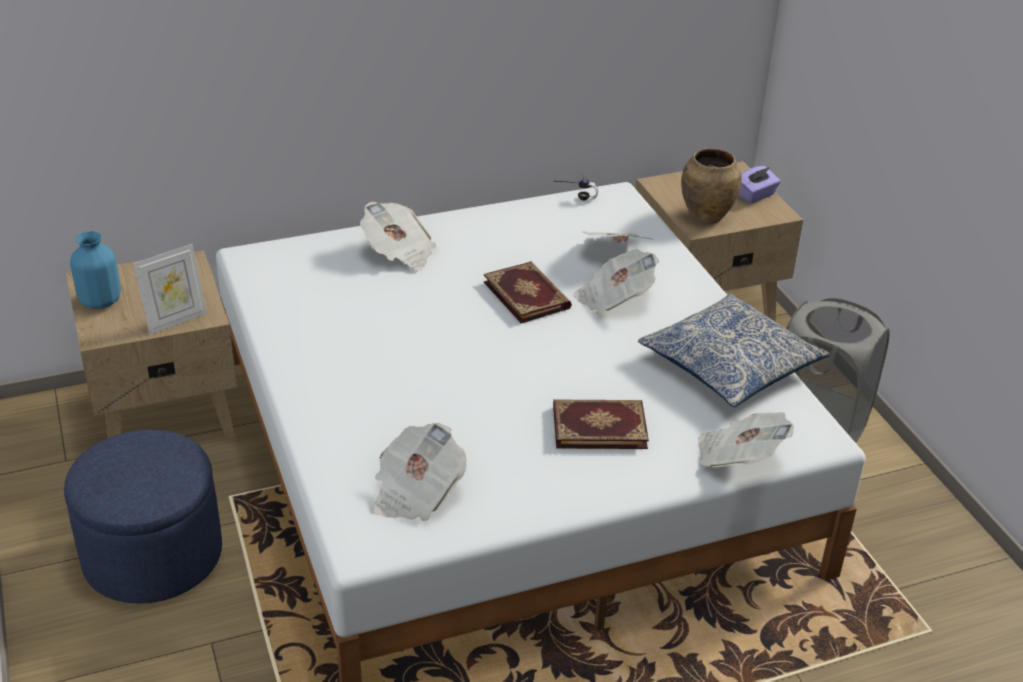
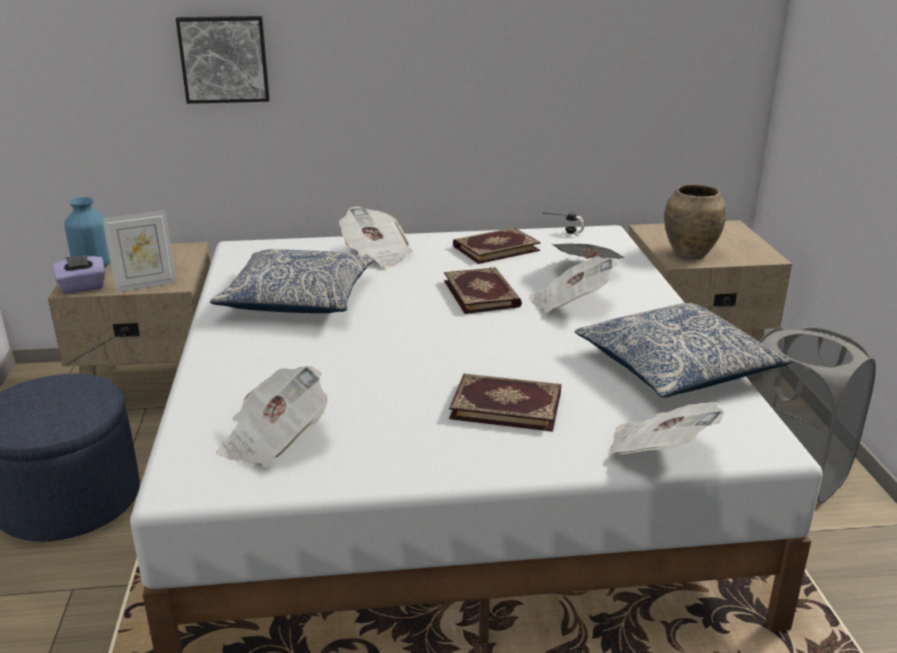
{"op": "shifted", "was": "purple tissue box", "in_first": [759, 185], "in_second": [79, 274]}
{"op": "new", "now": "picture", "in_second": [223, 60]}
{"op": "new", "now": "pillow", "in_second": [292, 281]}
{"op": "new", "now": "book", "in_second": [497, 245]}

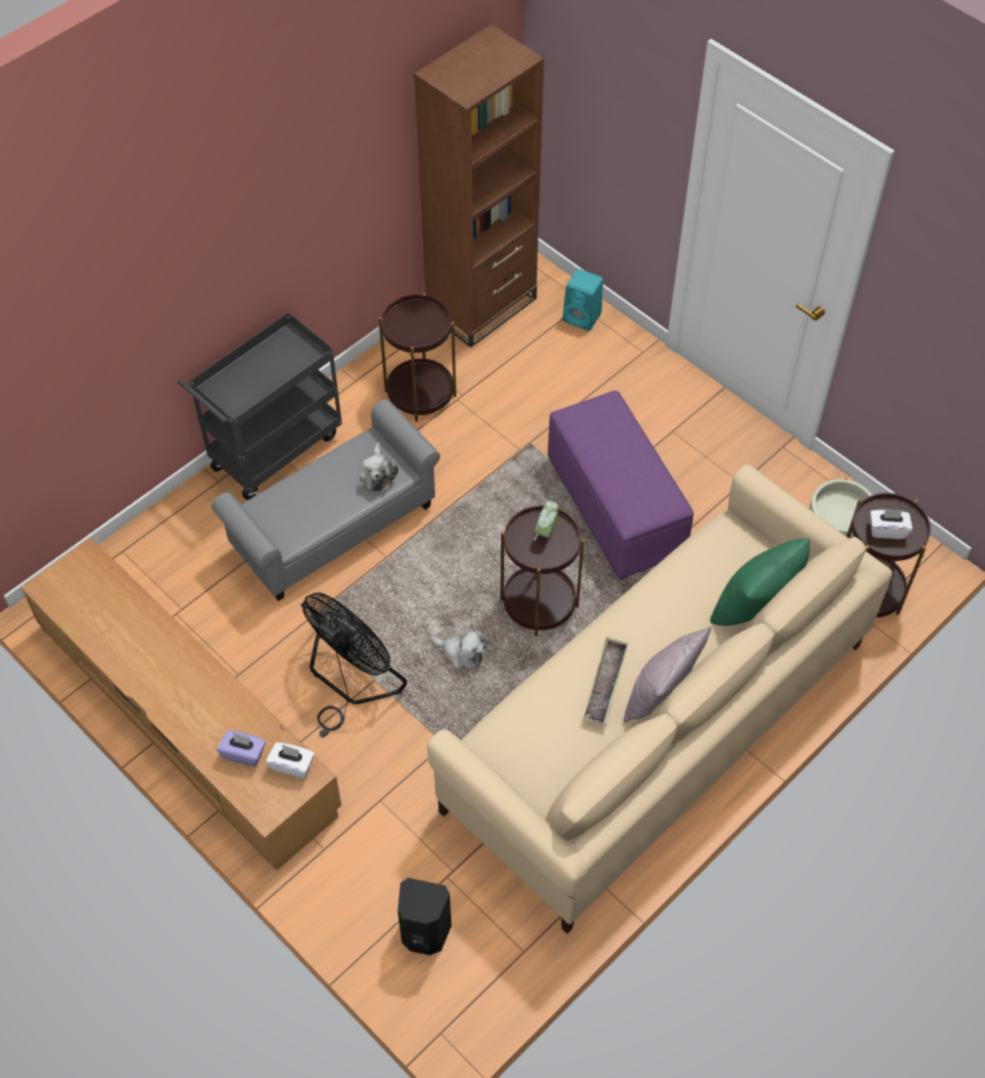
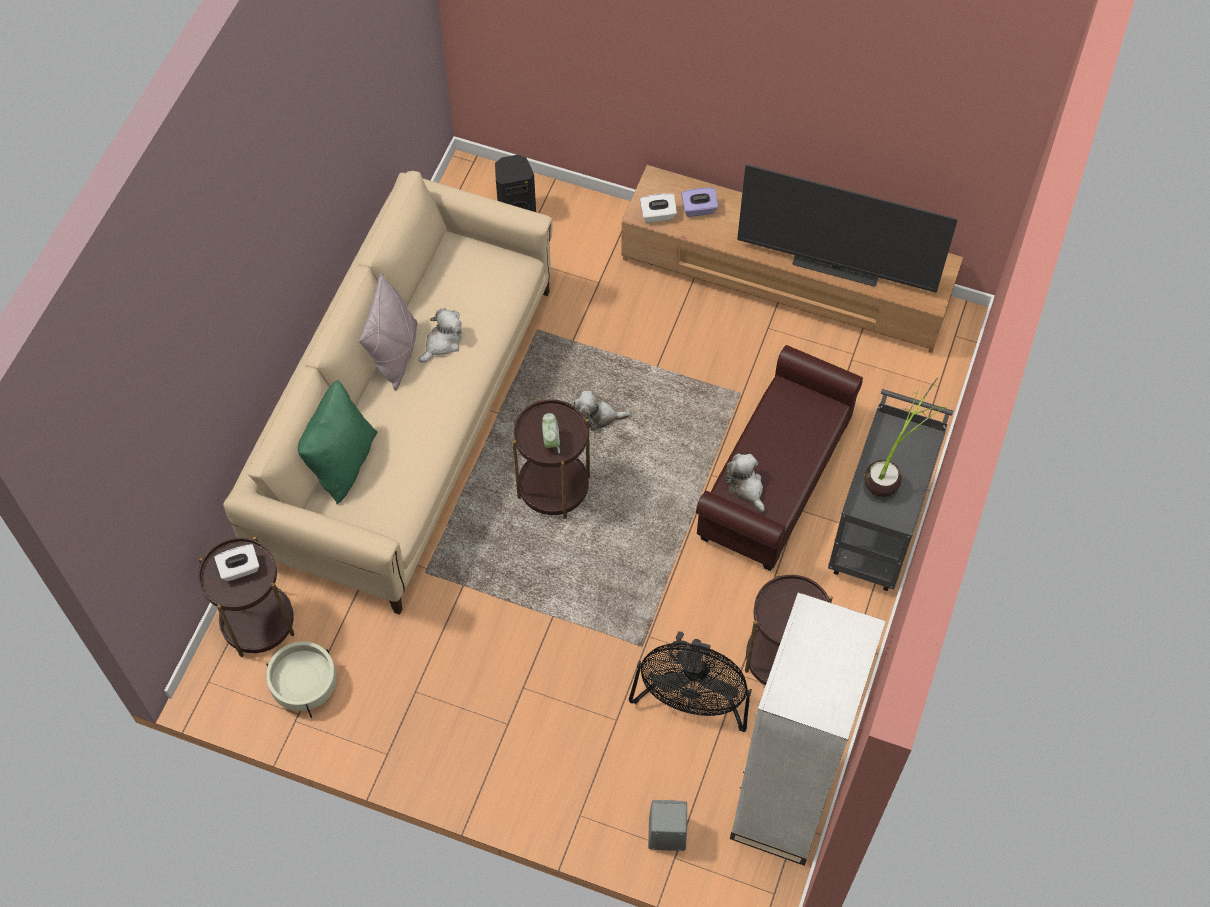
{"op": "repainted", "was": "grey ottoman", "now": "brown ottoman", "in_first": [326, 500], "in_second": [779, 458]}
{"op": "shifted", "was": "black fan", "in_first": [354, 665], "in_second": [690, 681]}
{"op": "repainted", "was": "brown bookcase", "now": "white bookcase", "in_first": [479, 186], "in_second": [808, 729]}
{"op": "gone", "was": "purple ottoman", "in_first": [621, 485]}
{"op": "repainted", "was": "turquoise speaker", "now": "grey speaker", "in_first": [583, 300], "in_second": [667, 825]}
{"op": "swapped", "was": "tray", "now": "plush toy", "in_first": [606, 680], "in_second": [440, 335]}
{"op": "new", "now": "television", "in_second": [847, 228]}
{"op": "new", "now": "potted plant", "in_second": [904, 440]}

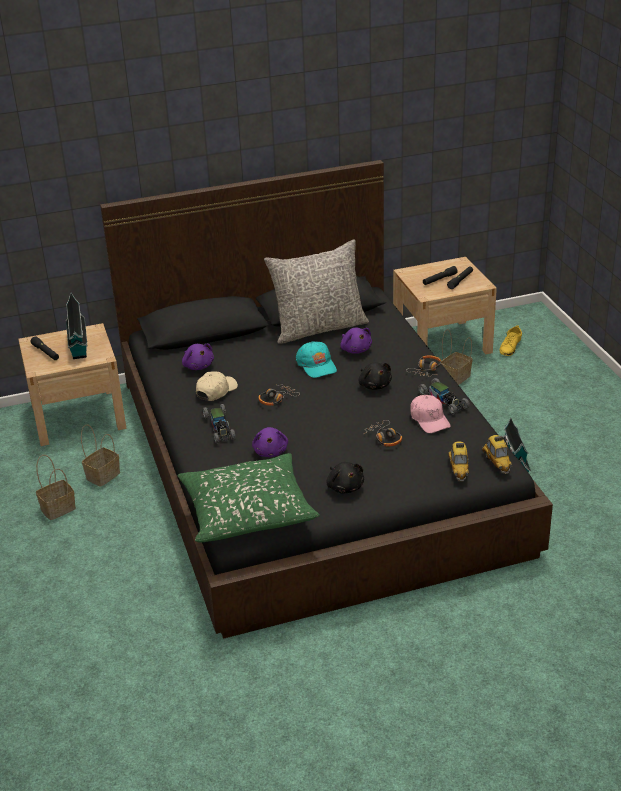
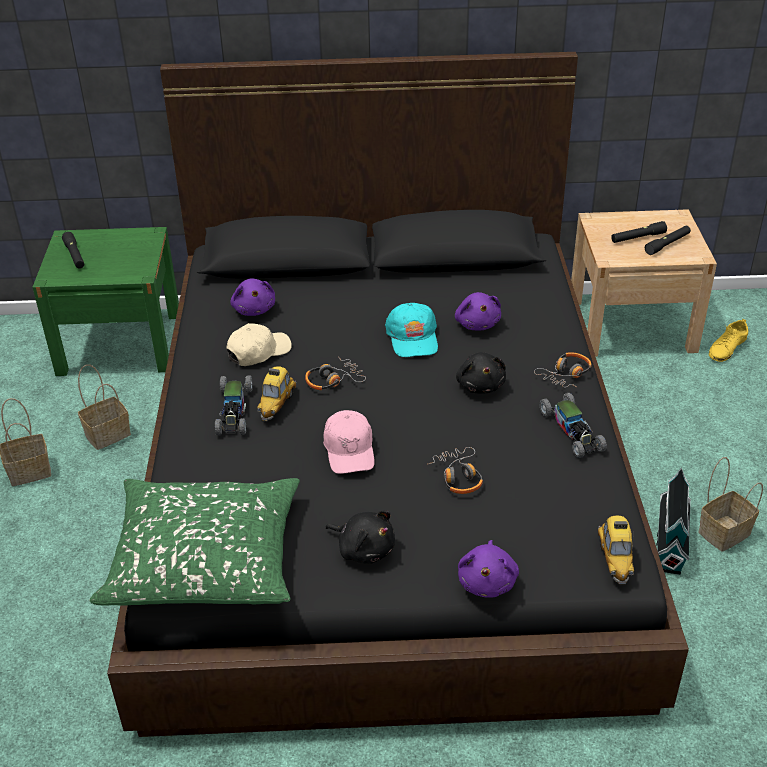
{"op": "repainted", "was": "beige nightstand", "now": "green nightstand", "in_first": [72, 384], "in_second": [105, 301]}
{"op": "gone", "was": "toy house", "in_first": [77, 325]}
{"op": "shifted", "was": "purple plush toy", "in_first": [270, 442], "in_second": [488, 569]}
{"op": "gone", "was": "grey pillow", "in_first": [316, 291]}
{"op": "rotated", "was": "black plush toy", "in_first": [345, 478], "in_second": [360, 537], "clockwise": -45}
{"op": "shifted", "was": "pink cap", "in_first": [430, 414], "in_second": [349, 442]}
{"op": "shifted", "was": "basket", "in_first": [456, 357], "in_second": [730, 504]}
{"op": "shifted", "was": "toy car", "in_first": [459, 461], "in_second": [277, 393]}

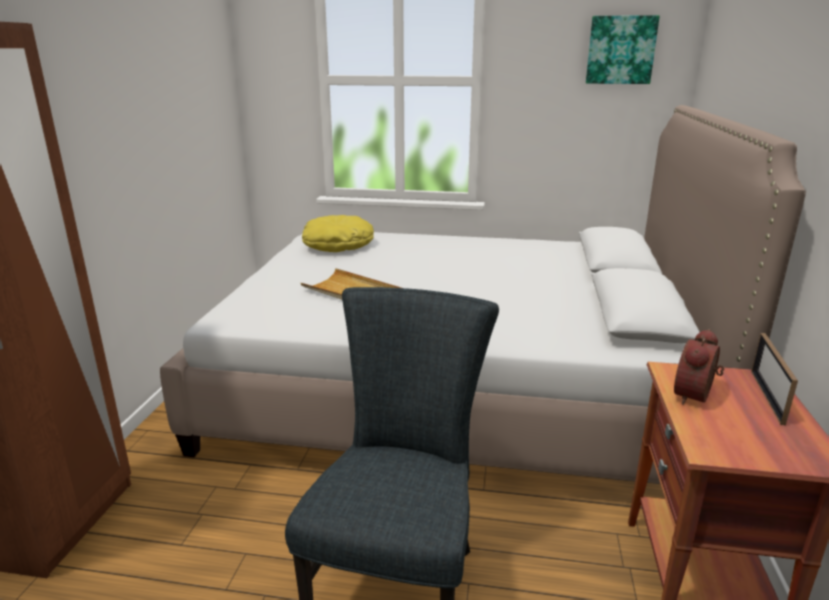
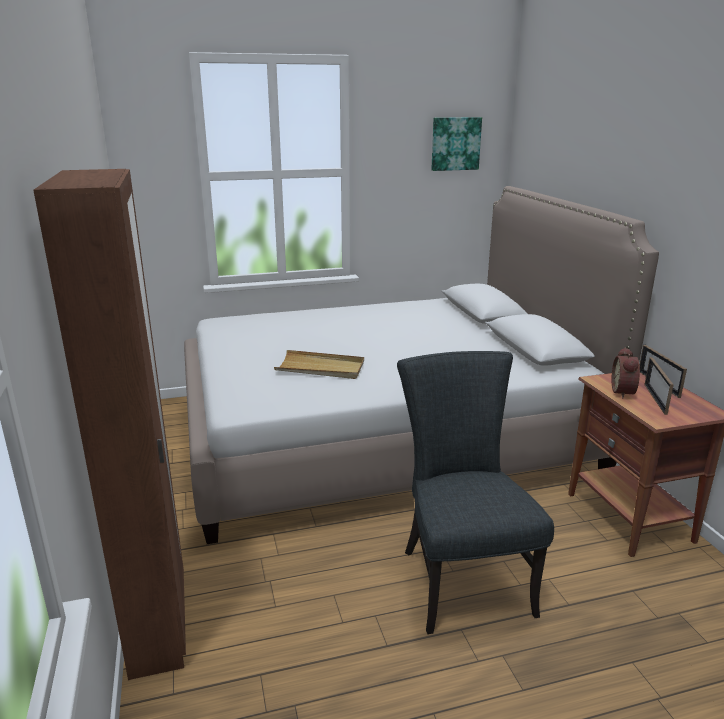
{"op": "gone", "was": "yellow pillow", "in_first": [338, 233]}
{"op": "new", "now": "picture frame", "in_second": [659, 386]}

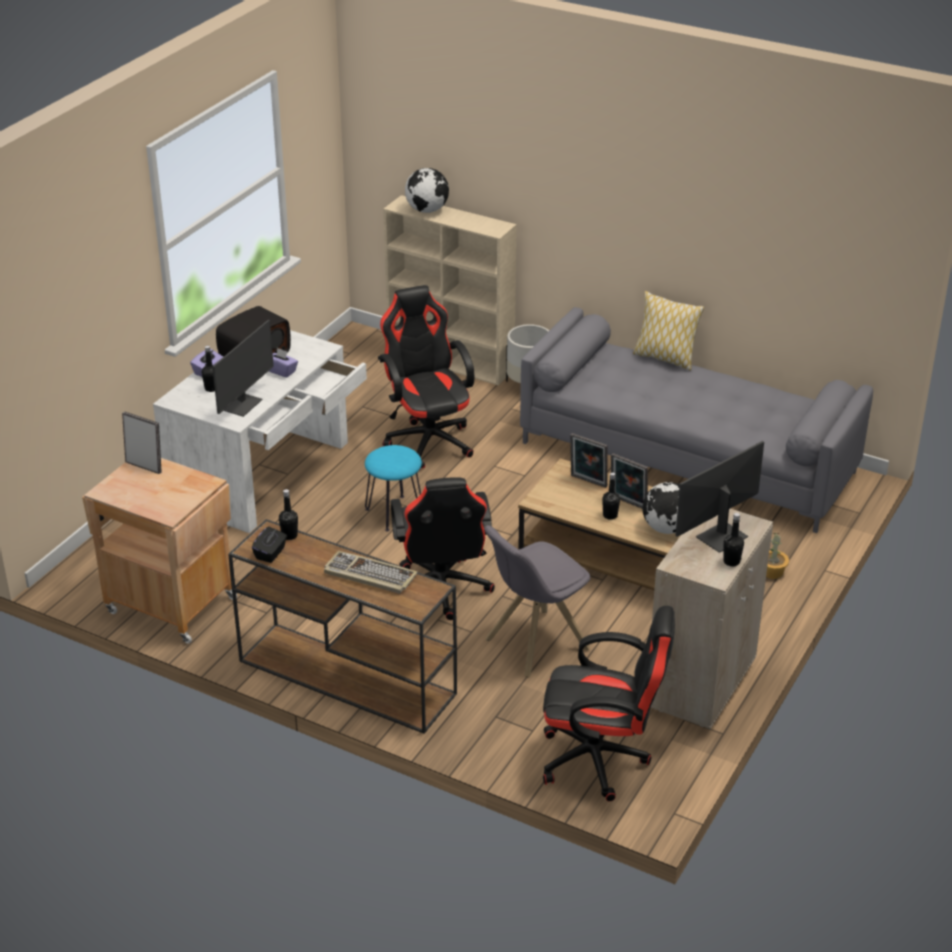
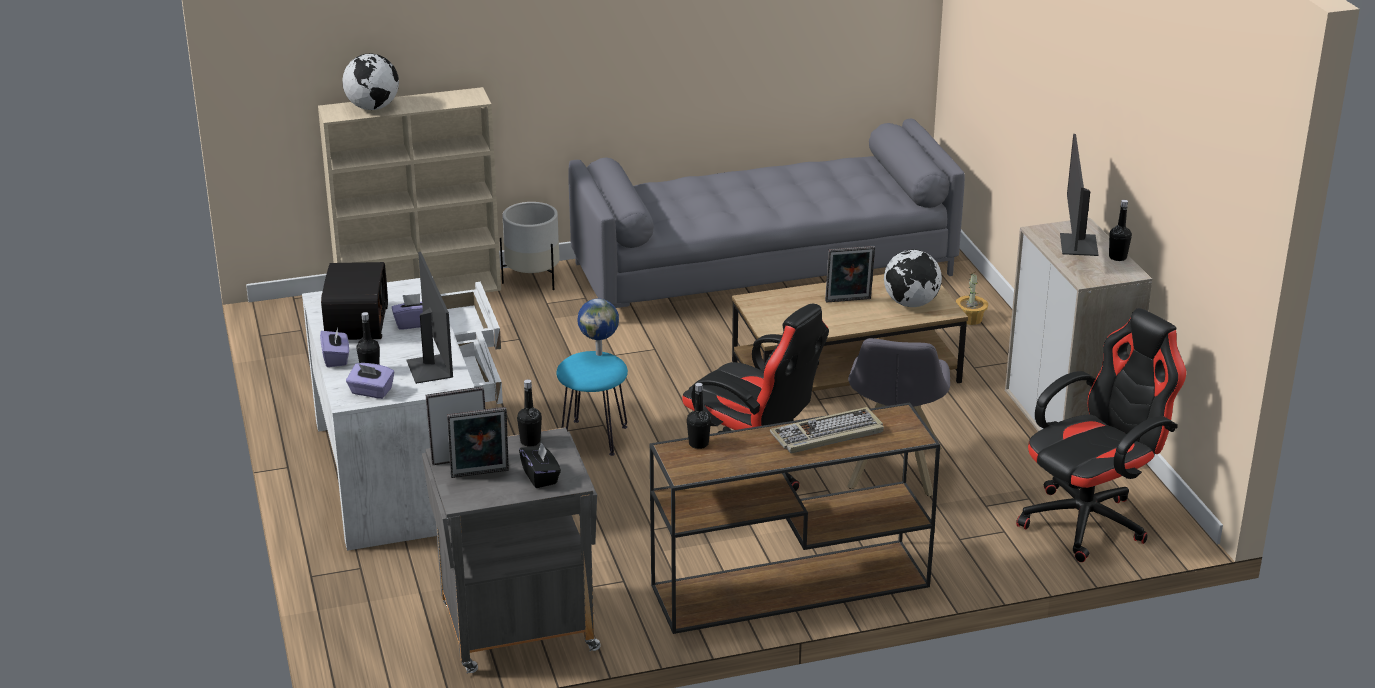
{"op": "repainted", "was": "brown cart", "now": "grey cart", "in_first": [159, 550], "in_second": [511, 550]}
{"op": "shifted", "was": "black tissue box", "in_first": [269, 544], "in_second": [540, 464]}
{"op": "gone", "was": "black office chair", "in_first": [426, 377]}
{"op": "shifted", "was": "picture frame", "in_first": [589, 460], "in_second": [478, 442]}
{"op": "shifted", "was": "black bottle", "in_first": [611, 496], "in_second": [529, 413]}
{"op": "gone", "was": "pillow", "in_first": [668, 331]}
{"op": "new", "now": "purple tissue box", "in_second": [370, 381]}
{"op": "new", "now": "globe", "in_second": [598, 327]}

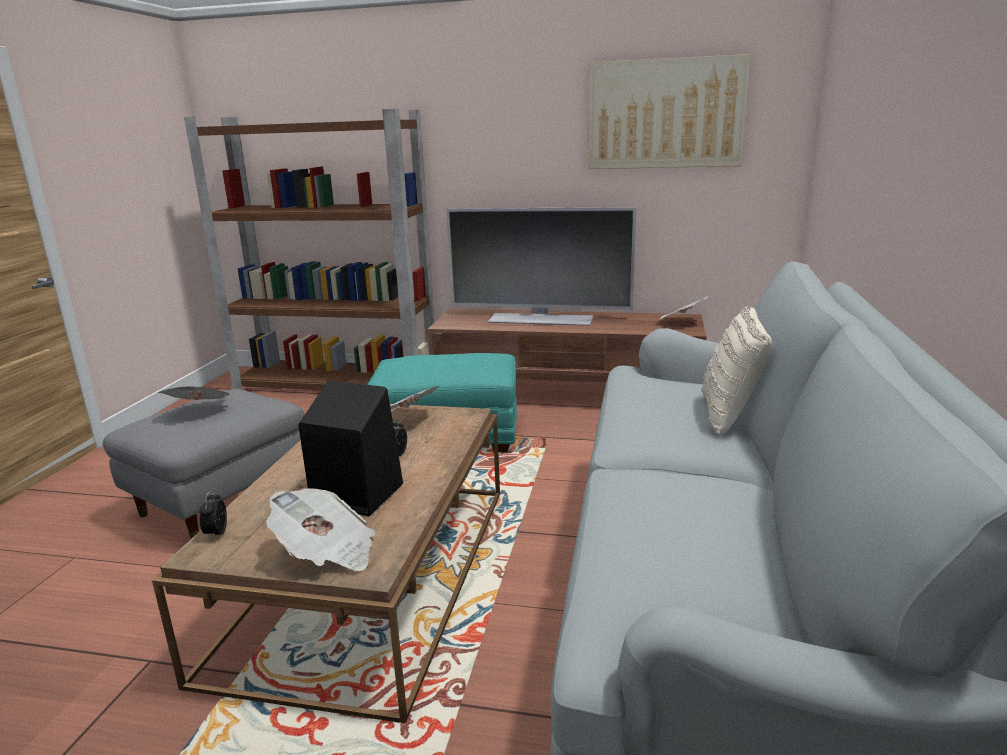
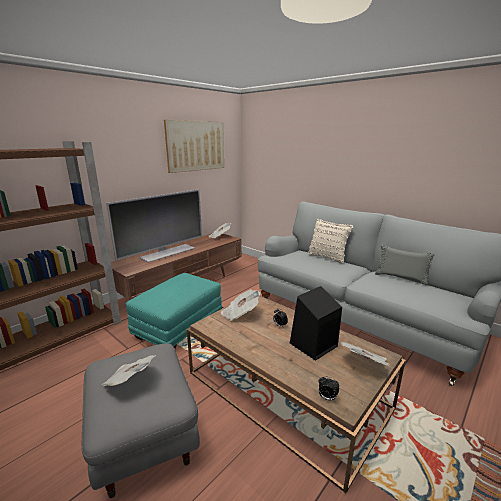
{"op": "new", "now": "grey pillow", "in_second": [404, 265]}

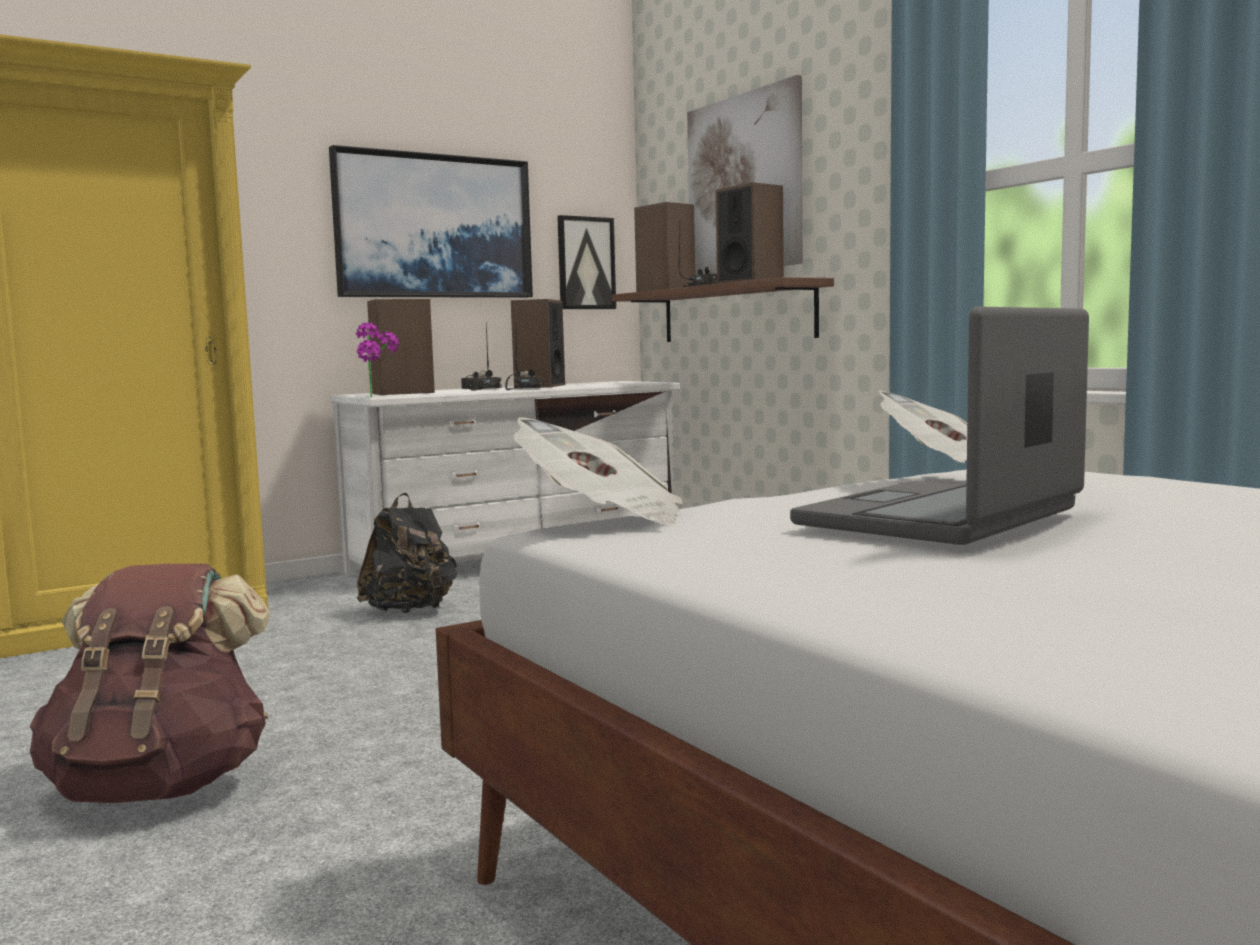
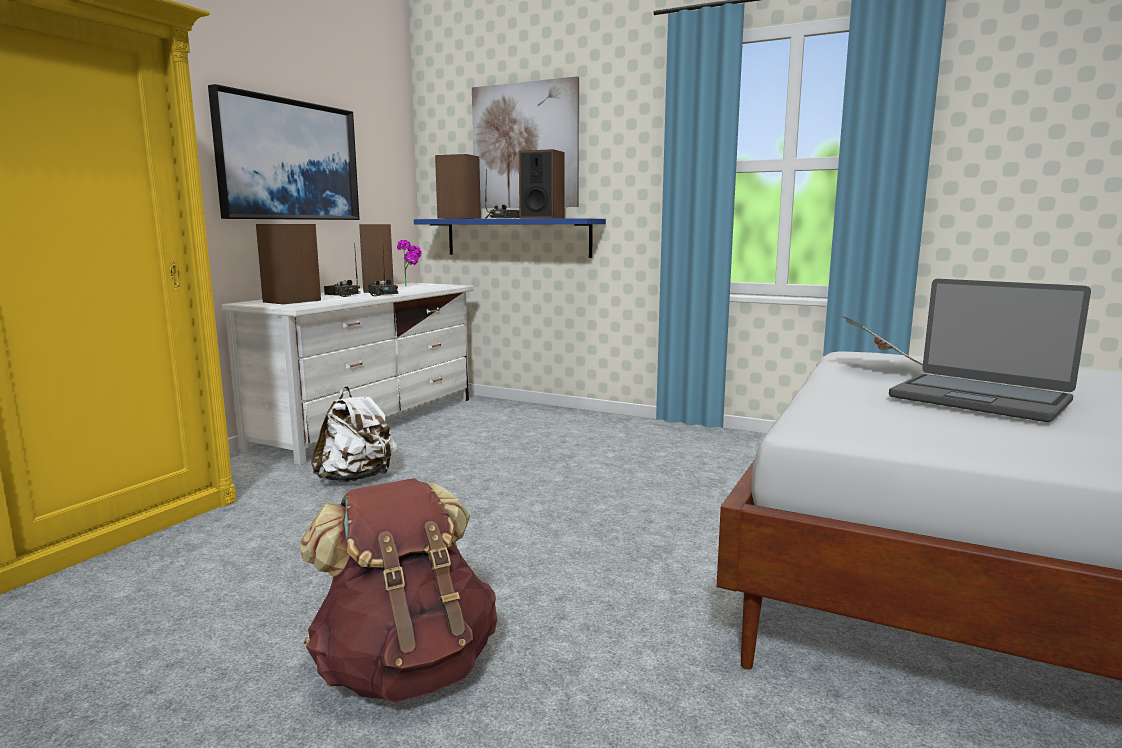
{"op": "shifted", "was": "potted plant", "in_first": [377, 360], "in_second": [409, 263]}
{"op": "repainted", "was": "black backpack", "now": "white backpack", "in_first": [406, 553], "in_second": [354, 434]}
{"op": "gone", "was": "newspaper", "in_first": [598, 471]}
{"op": "gone", "was": "picture", "in_first": [586, 262]}
{"op": "repainted", "was": "brown shelf", "now": "blue shelf", "in_first": [723, 309], "in_second": [510, 238]}
{"op": "rotated", "was": "laptop", "in_first": [939, 425], "in_second": [990, 350], "clockwise": -60}

